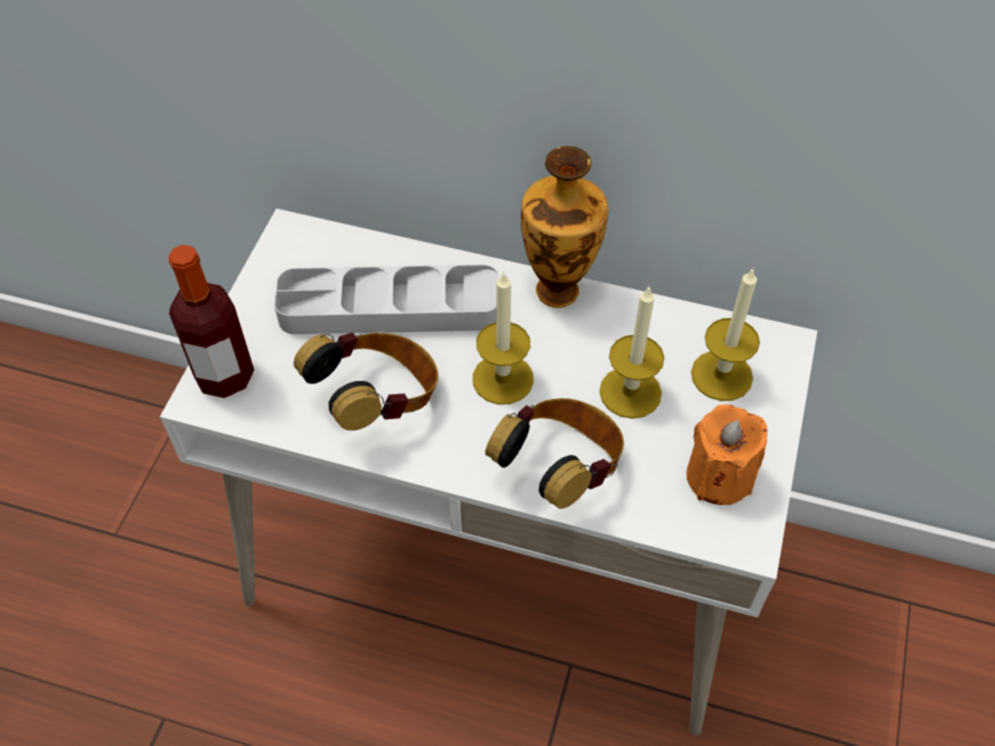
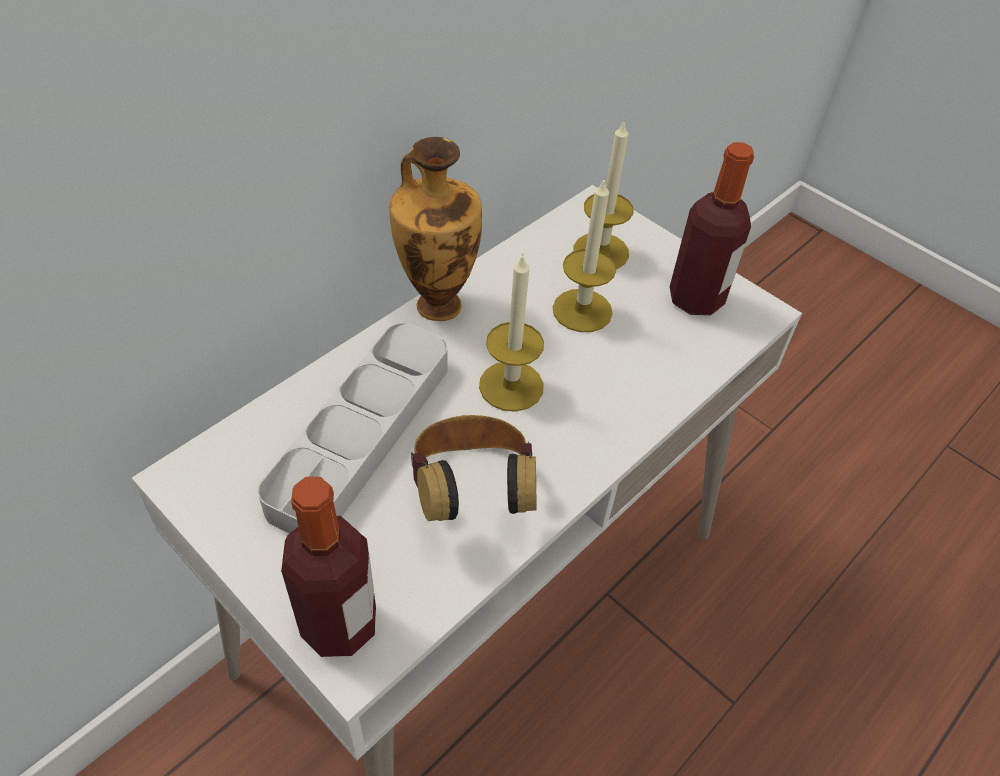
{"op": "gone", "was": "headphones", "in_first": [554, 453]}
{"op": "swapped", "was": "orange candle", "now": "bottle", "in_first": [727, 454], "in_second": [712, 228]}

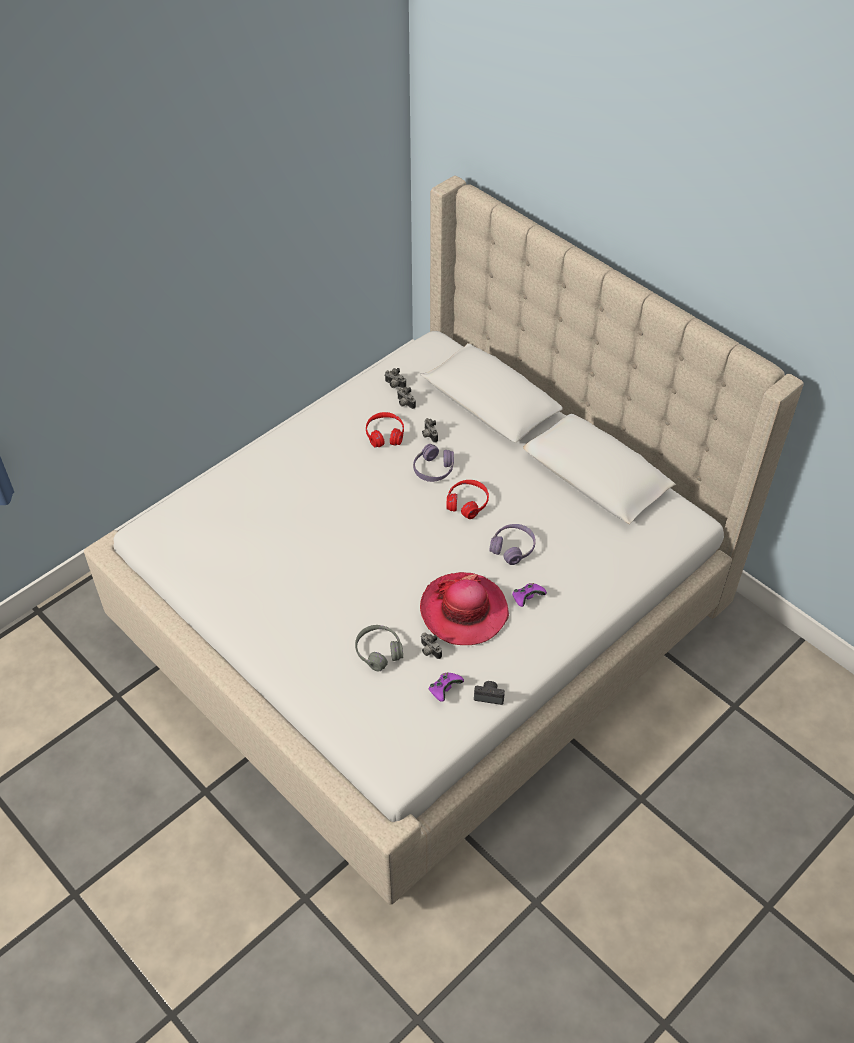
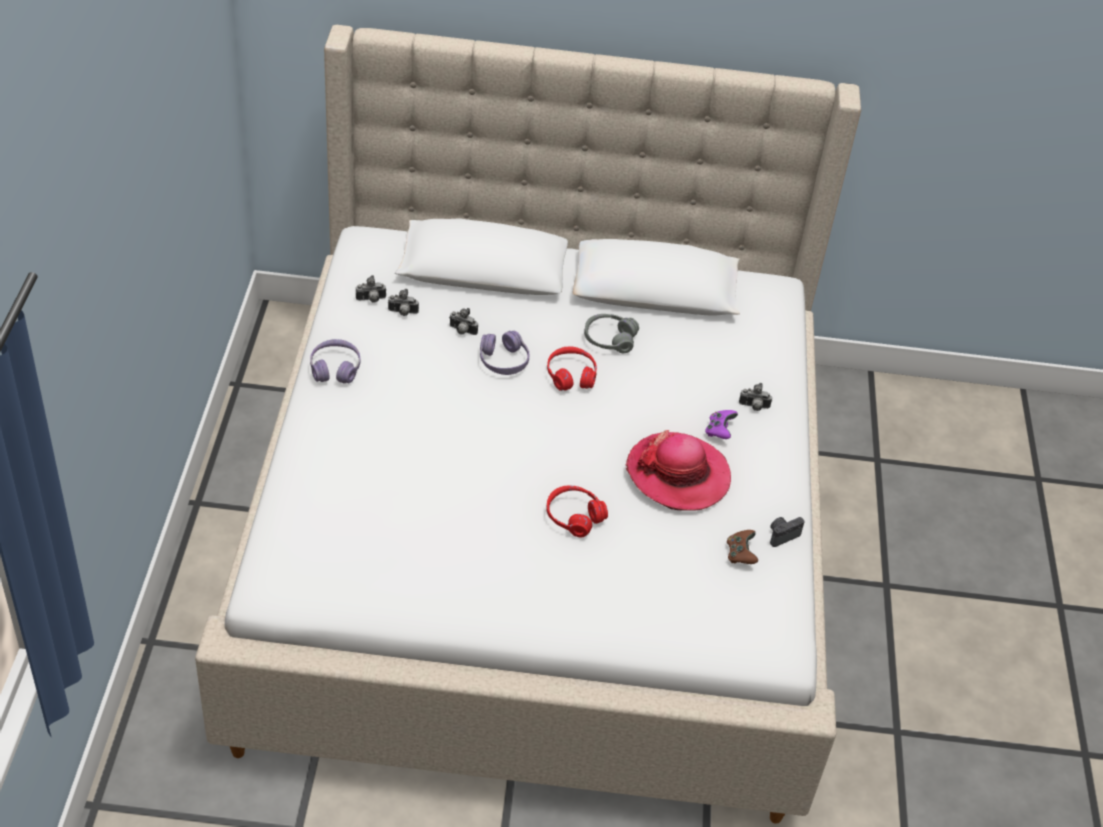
{"op": "shifted", "was": "grey headphones", "in_first": [379, 648], "in_second": [611, 333]}
{"op": "shifted", "was": "red headphones", "in_first": [385, 430], "in_second": [577, 511]}
{"op": "shifted", "was": "photo camera", "in_first": [431, 645], "in_second": [755, 397]}
{"op": "repainted", "was": "purple game controller", "now": "brown game controller", "in_first": [446, 687], "in_second": [742, 547]}
{"op": "shifted", "was": "purple headphones", "in_first": [512, 544], "in_second": [335, 361]}

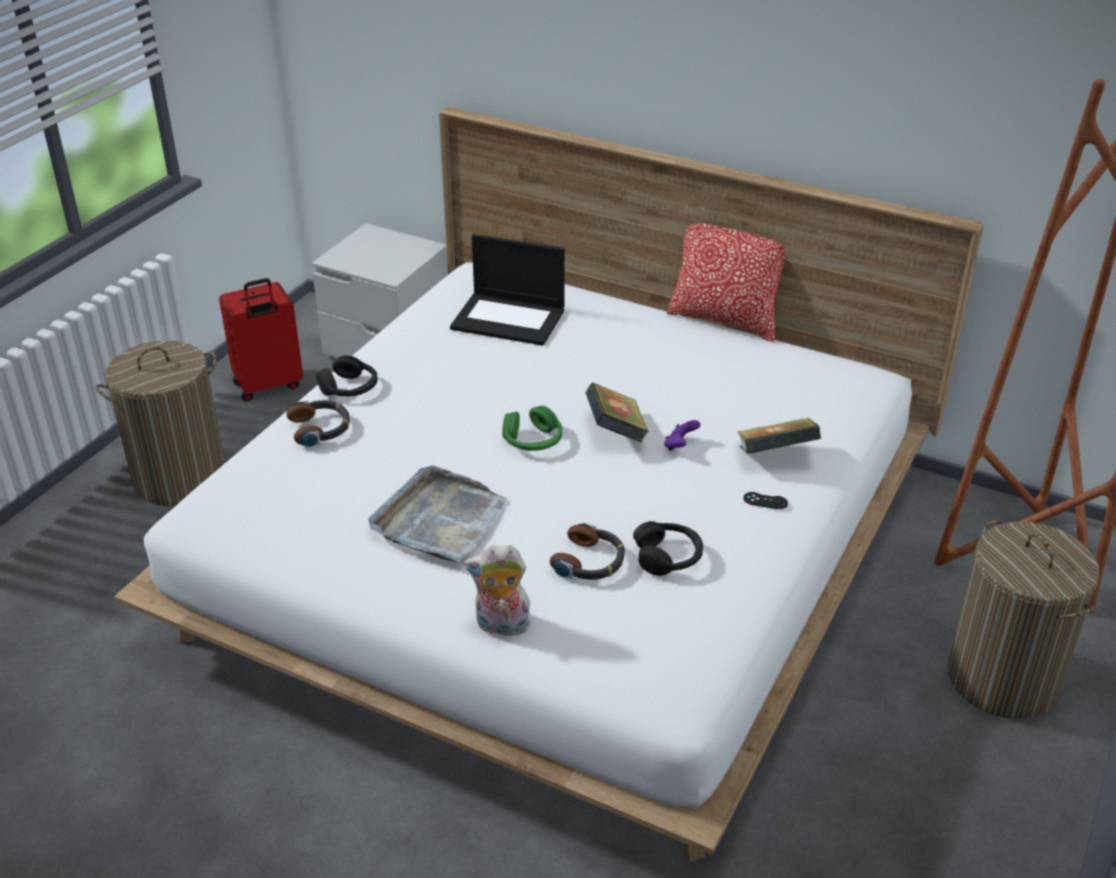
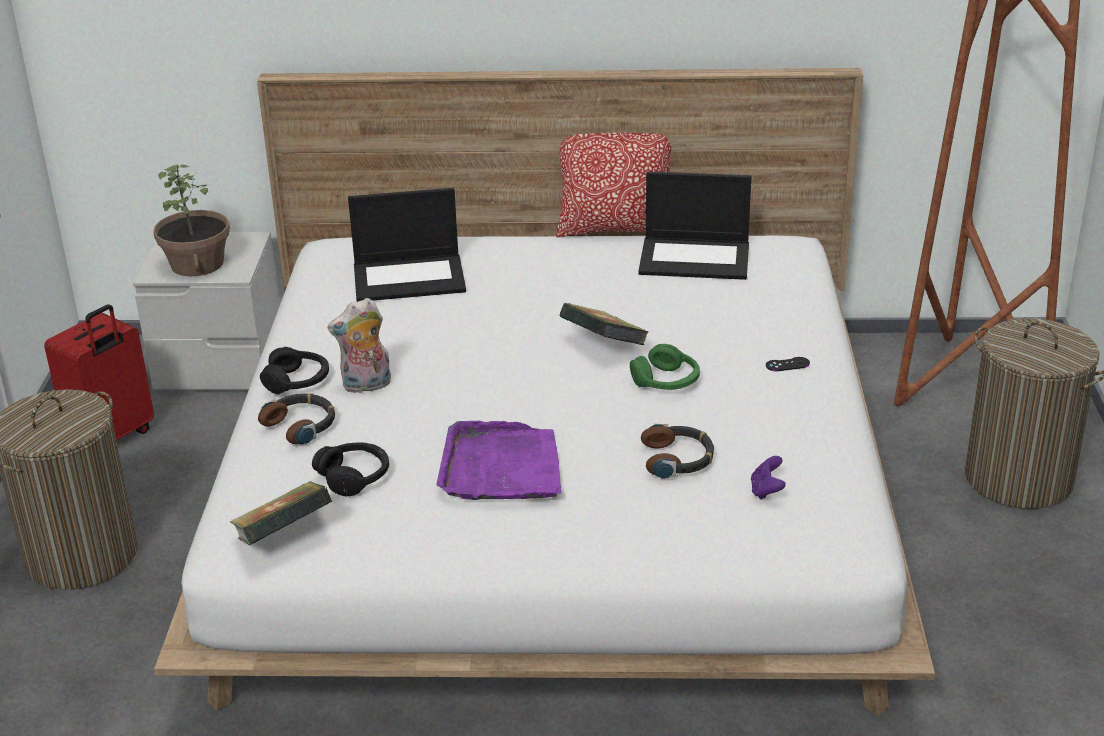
{"op": "repainted", "was": "grey tray", "now": "purple tray", "in_first": [437, 514], "in_second": [499, 460]}
{"op": "shifted", "was": "plush toy", "in_first": [498, 592], "in_second": [359, 345]}
{"op": "shifted", "was": "green headphones", "in_first": [532, 428], "in_second": [665, 367]}
{"op": "shifted", "was": "black headphones", "in_first": [668, 548], "in_second": [350, 469]}
{"op": "shifted", "was": "purple game controller", "in_first": [682, 435], "in_second": [768, 478]}
{"op": "shifted", "was": "book", "in_first": [779, 436], "in_second": [280, 513]}
{"op": "new", "now": "potted plant", "in_second": [191, 220]}
{"op": "new", "now": "laptop", "in_second": [695, 226]}

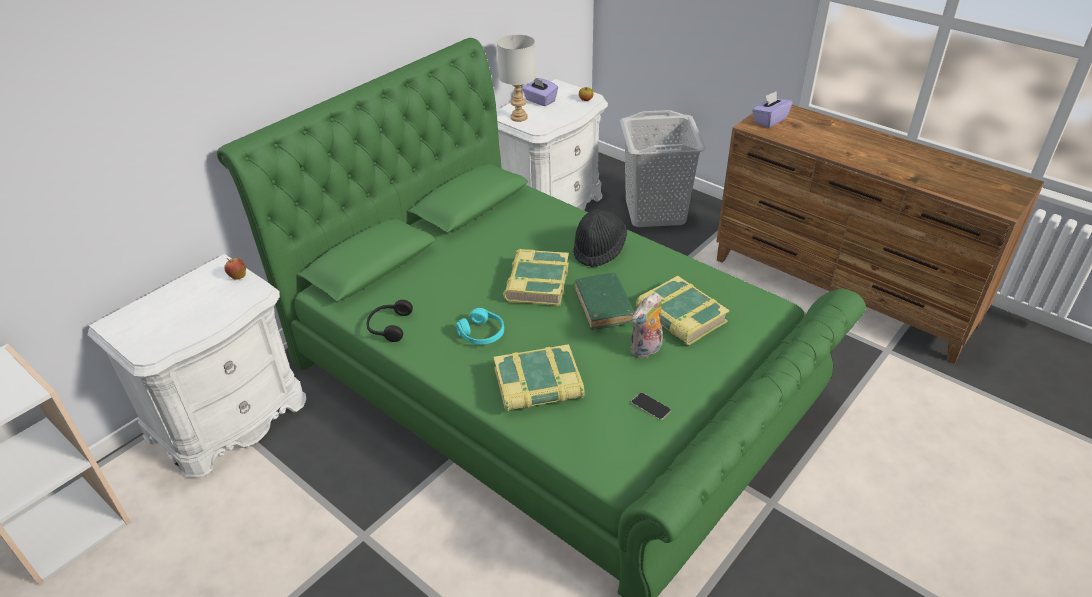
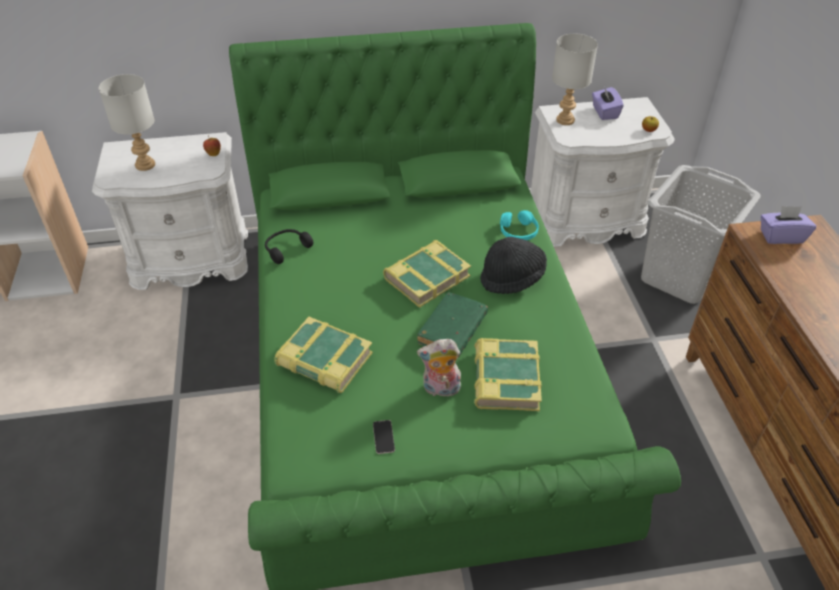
{"op": "shifted", "was": "turquoise headphones", "in_first": [480, 326], "in_second": [519, 225]}
{"op": "new", "now": "grey table lamp", "in_second": [126, 122]}

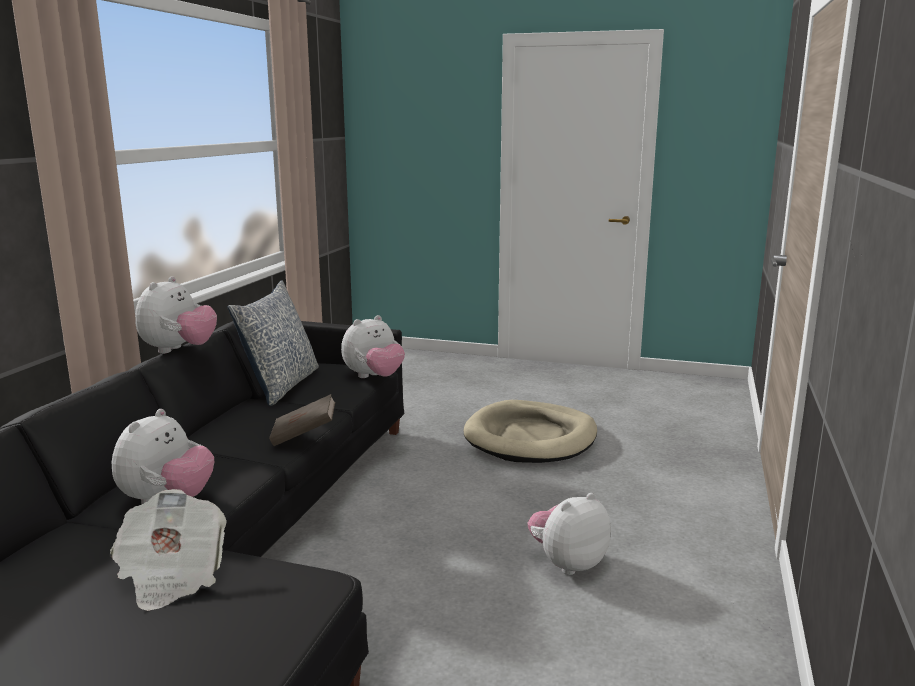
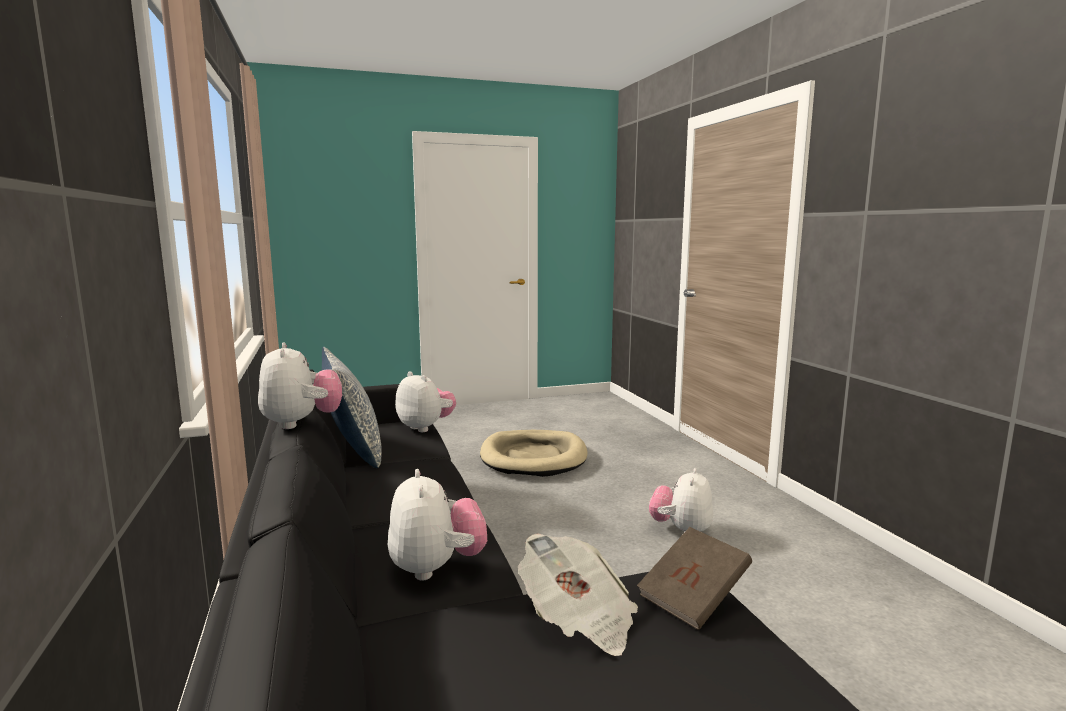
{"op": "shifted", "was": "brown book", "in_first": [302, 420], "in_second": [694, 578]}
{"op": "rotated", "was": "plush toy", "in_first": [373, 346], "in_second": [425, 401], "clockwise": -60}

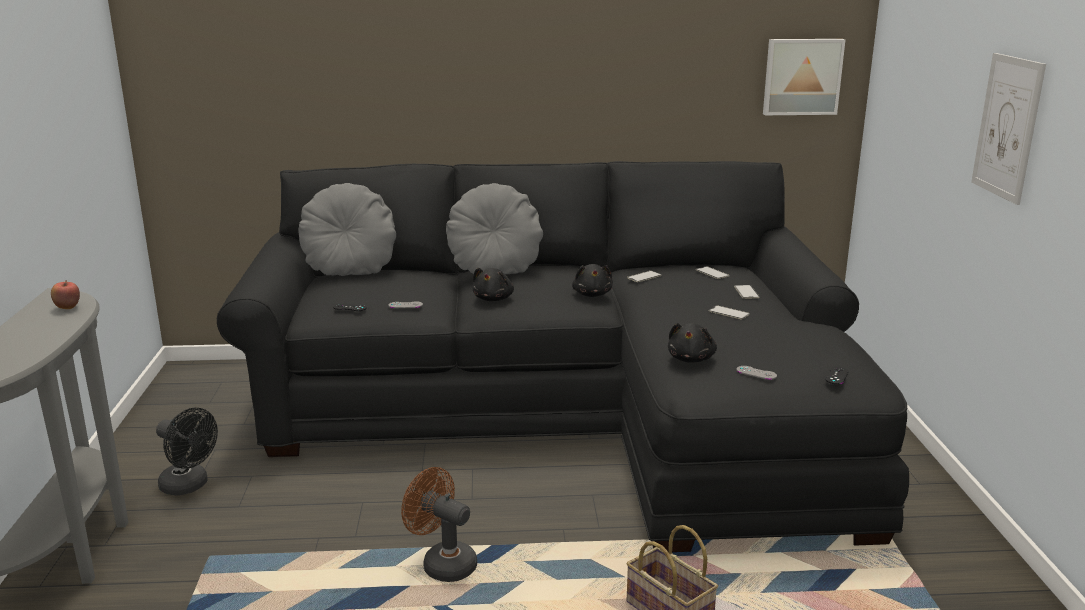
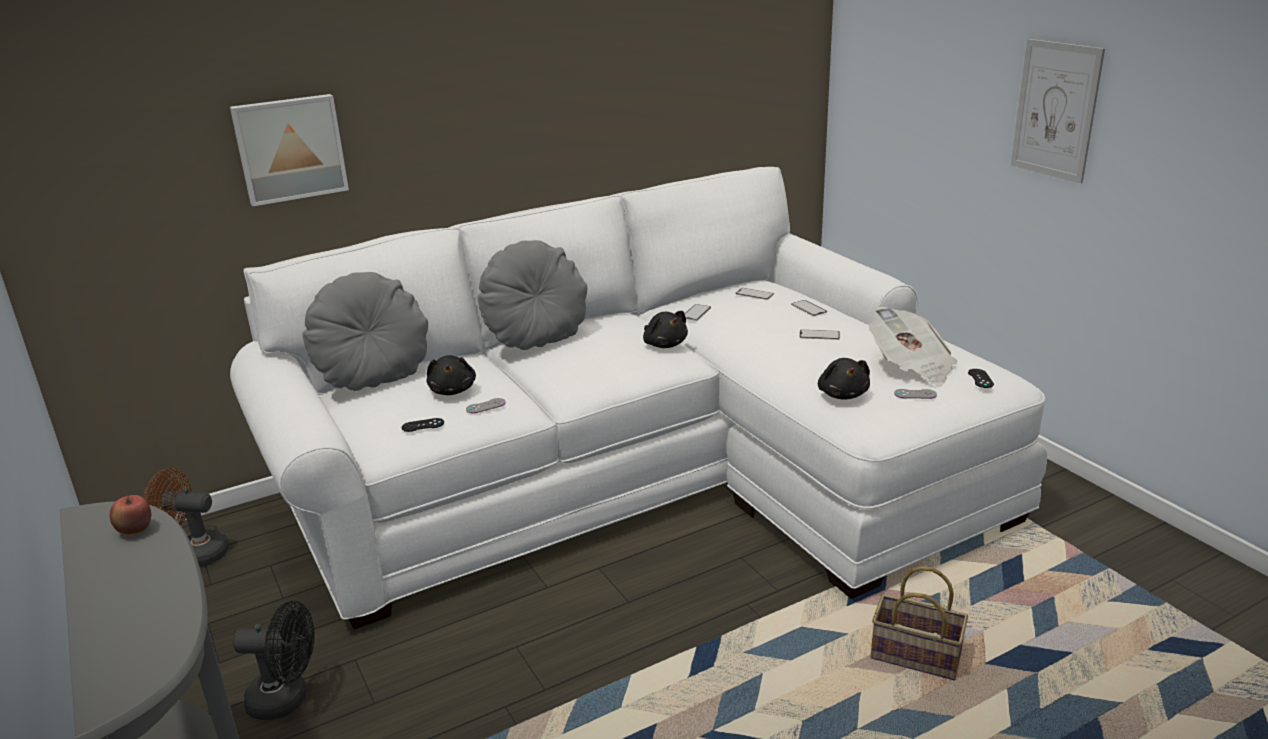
{"op": "repainted", "was": "black sofa", "now": "white sofa", "in_first": [563, 356], "in_second": [638, 398]}
{"op": "shifted", "was": "brown fan", "in_first": [439, 524], "in_second": [186, 517]}
{"op": "shifted", "was": "black plush toy", "in_first": [493, 284], "in_second": [451, 375]}
{"op": "shifted", "was": "picture", "in_first": [804, 77], "in_second": [289, 150]}
{"op": "new", "now": "newspaper", "in_second": [913, 346]}

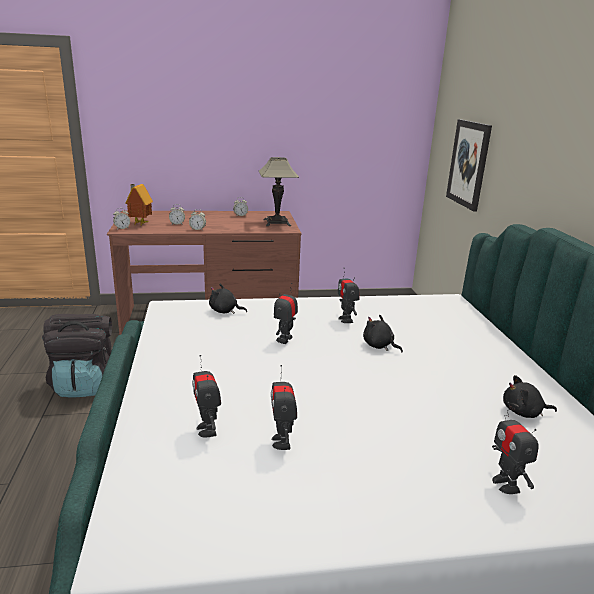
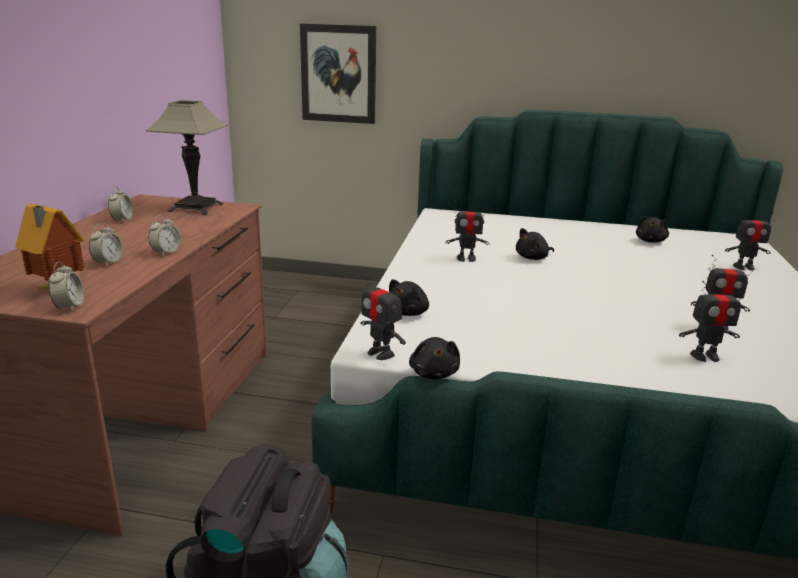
{"op": "shifted", "was": "toy robot", "in_first": [286, 313], "in_second": [383, 315]}
{"op": "new", "now": "black plush toy", "in_second": [434, 358]}

